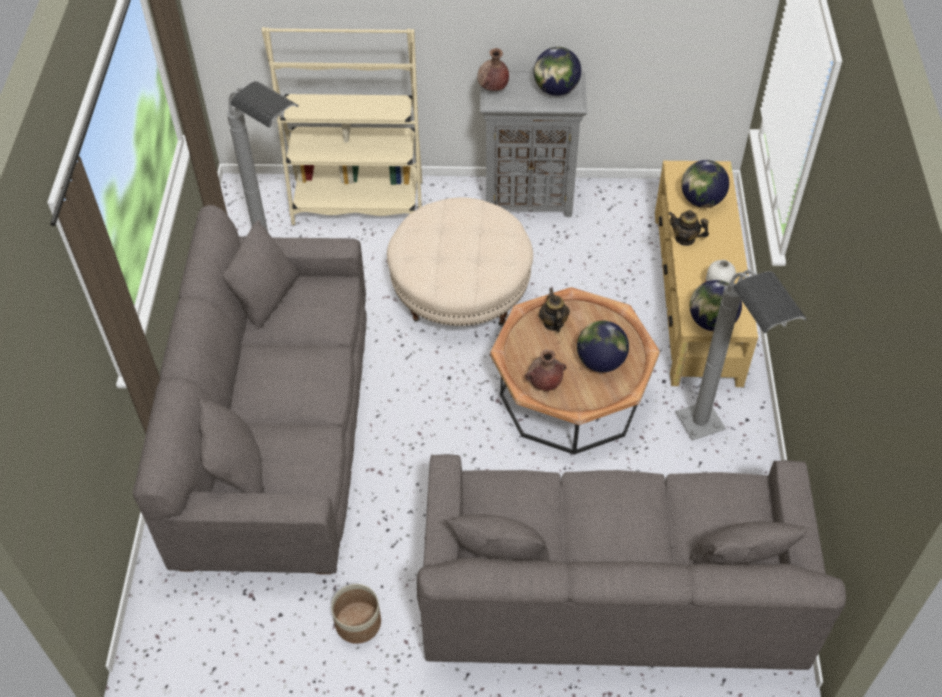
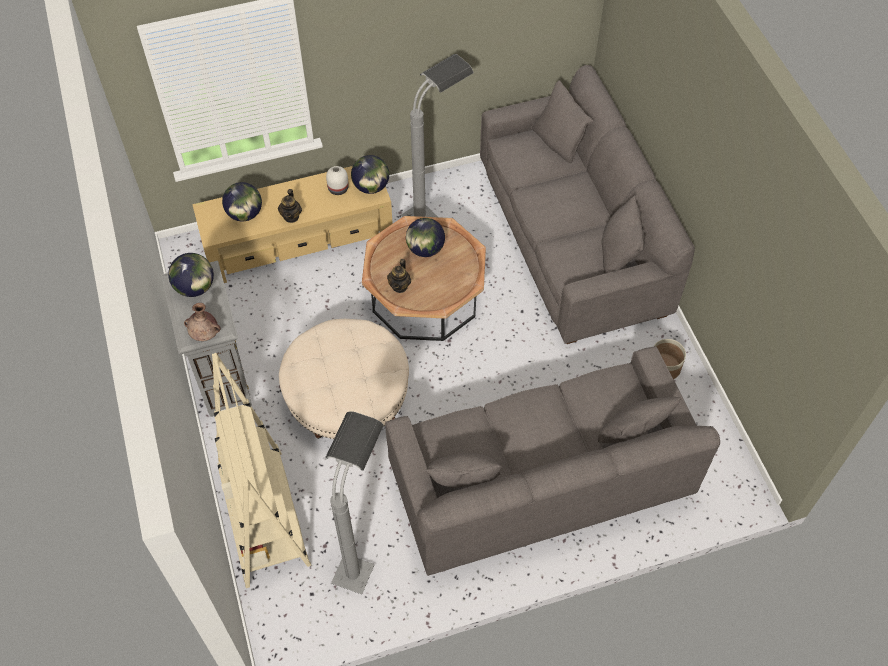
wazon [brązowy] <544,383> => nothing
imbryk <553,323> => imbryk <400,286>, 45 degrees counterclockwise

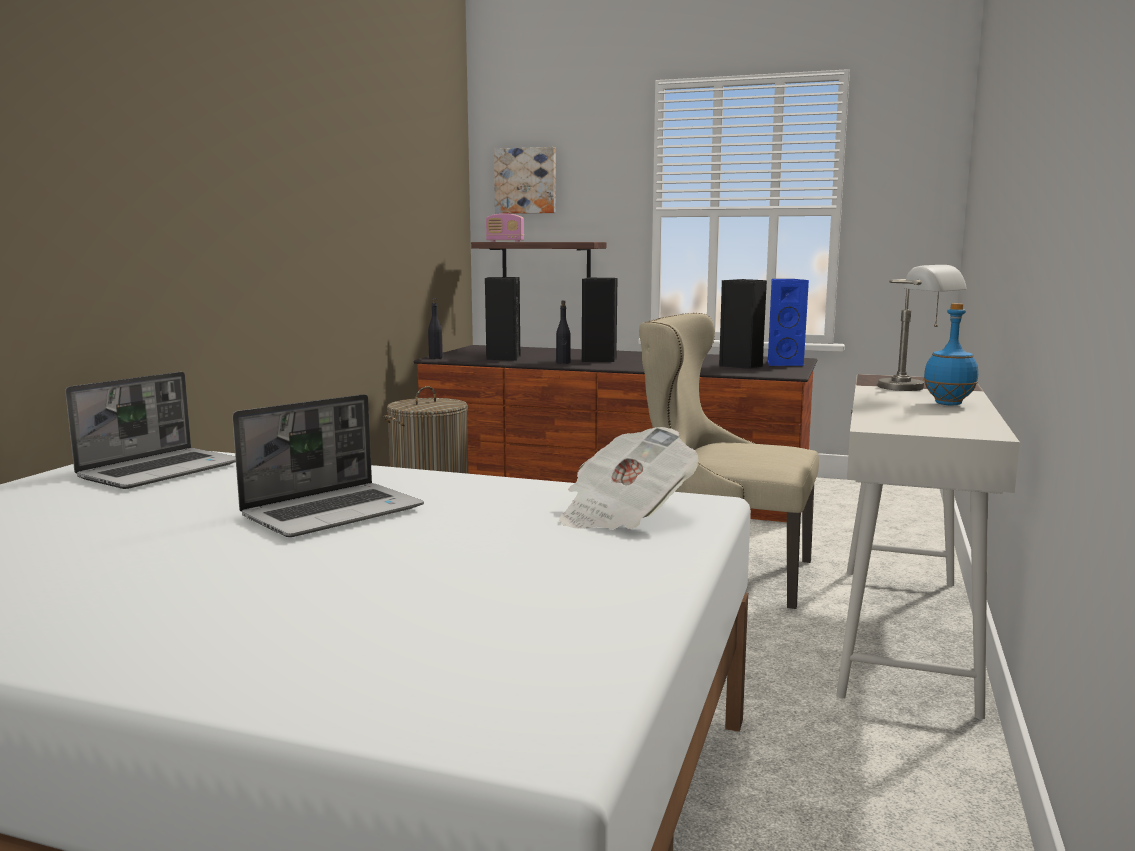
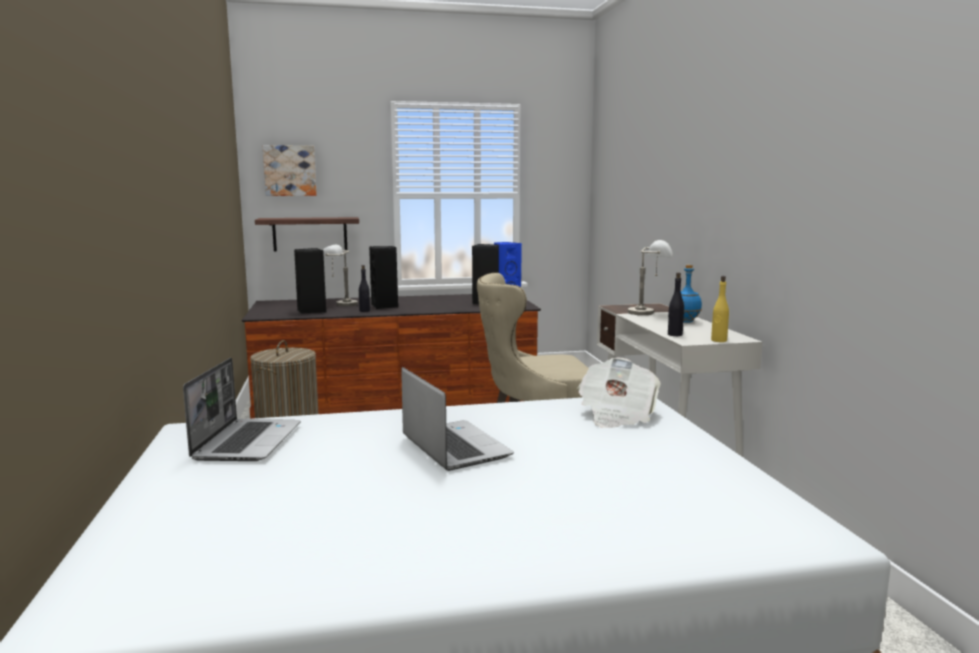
radio <505,241> => nothing
nothing => lampa stołowa [szary] <339,304>
nothing => butelka [żółty] <718,340>
butelka [czarny] <435,358> => butelka [czarny] <674,334>, move
laptop <334,512> => laptop <453,447>, 45 degrees counterclockwise

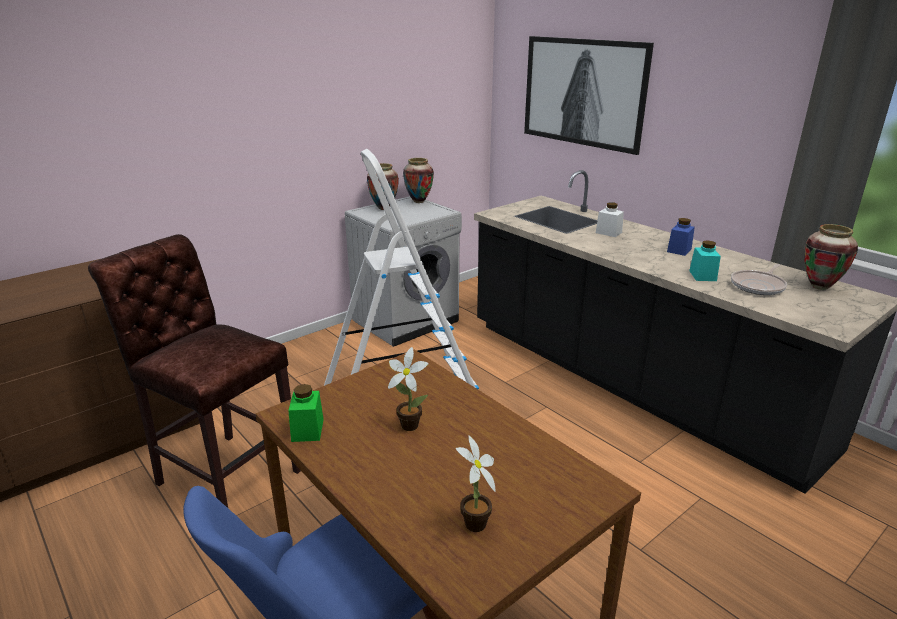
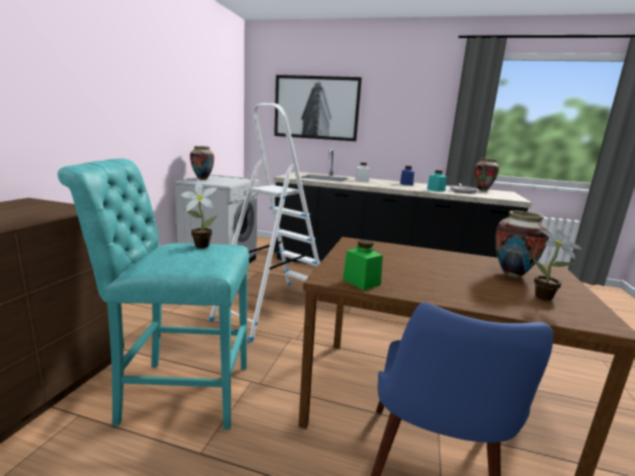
roślina doniczkowa <408,424> => roślina doniczkowa <200,245>, move
wazon <418,201> => wazon <512,275>, move
stołek [brązowy] <224,474> => stołek [turkusowy] <179,392>

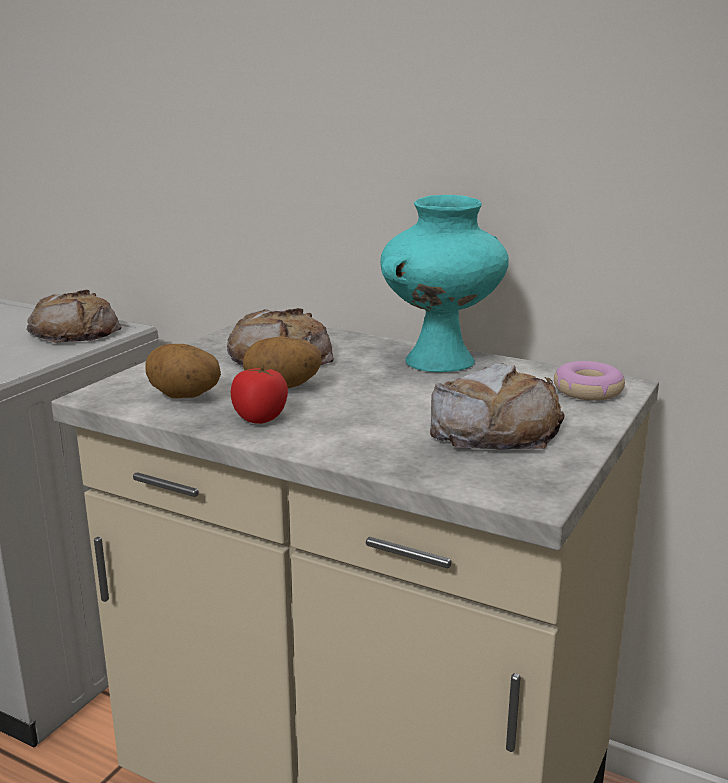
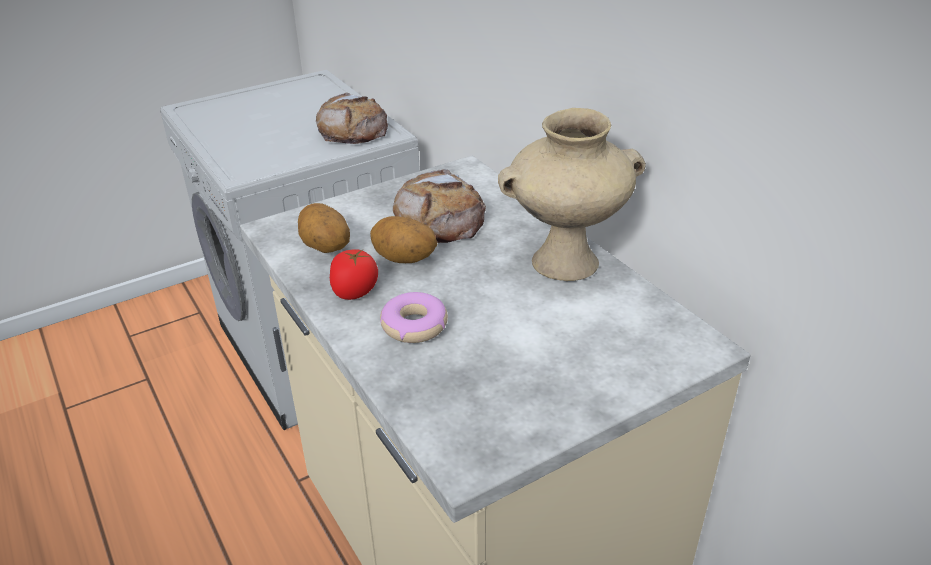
chleb <495,428> => nothing
donut <587,391> => donut <414,325>, move
wazon [turkusowy] <440,362> => wazon [beżowy] <564,264>

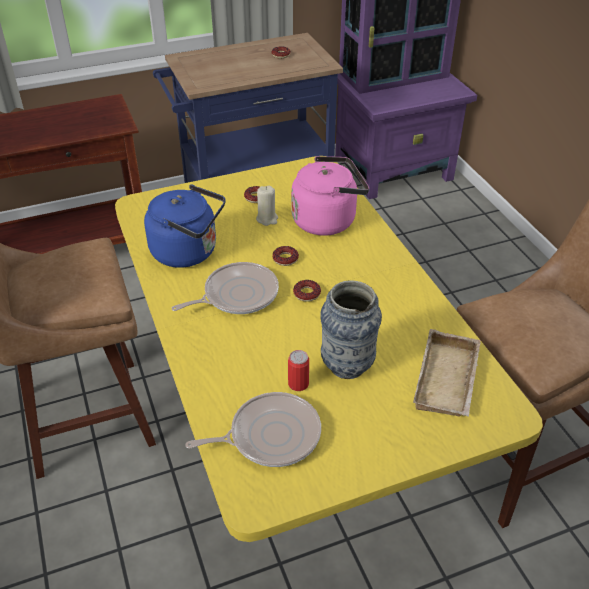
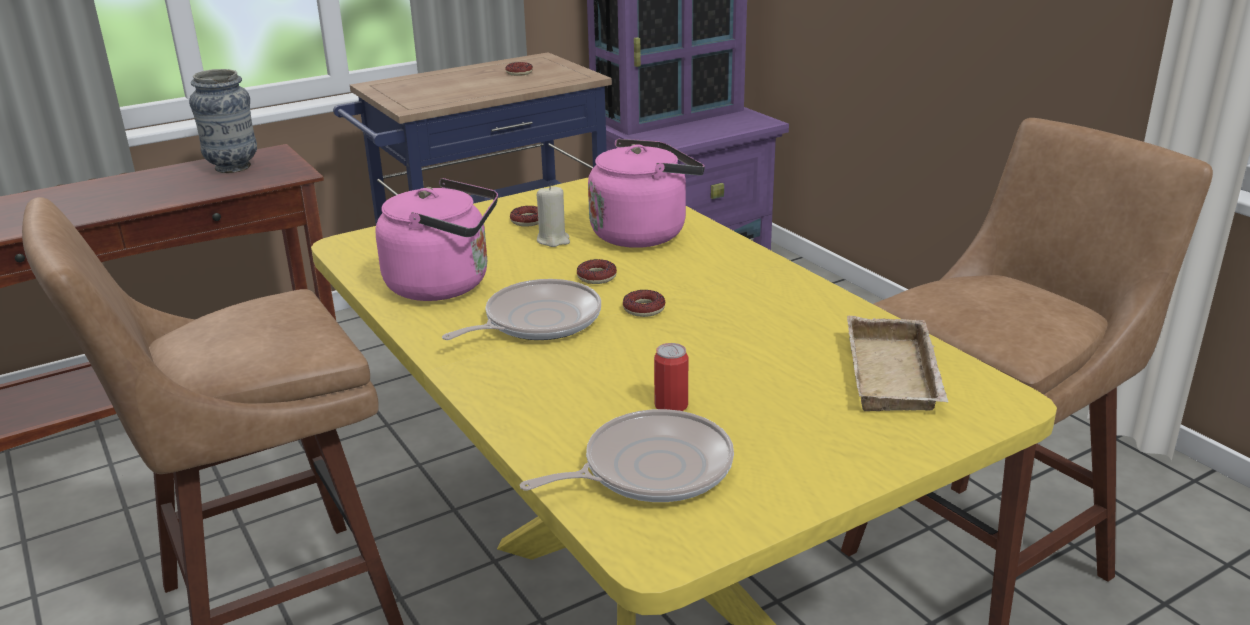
wazon <347,366> => wazon <233,167>, move
czajnik [niebieski] <189,252> => czajnik [różowy] <445,285>

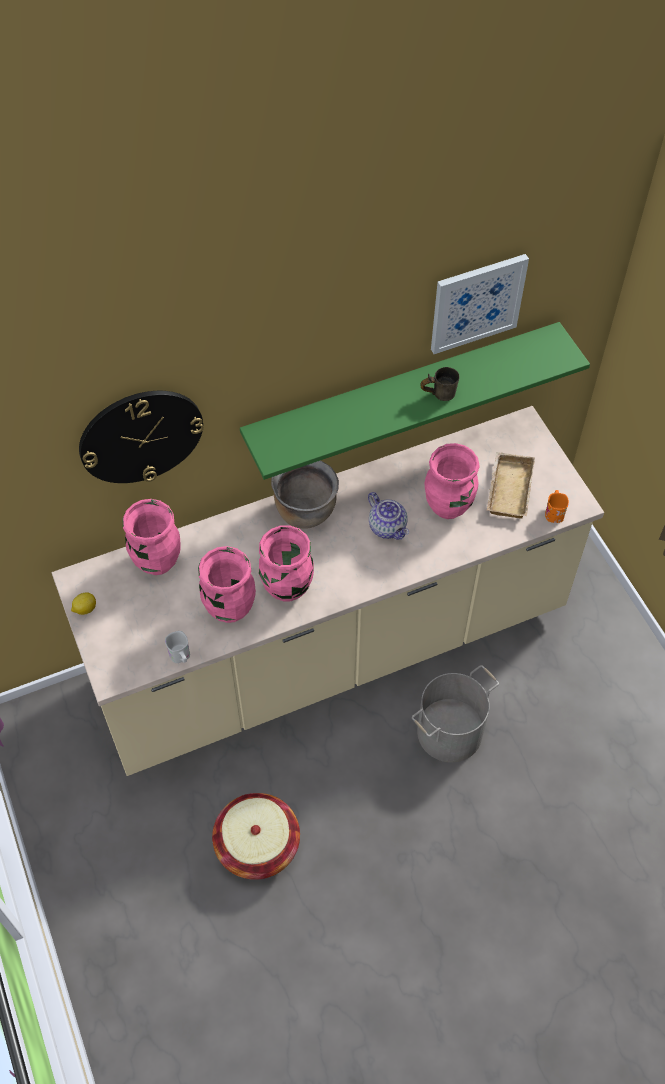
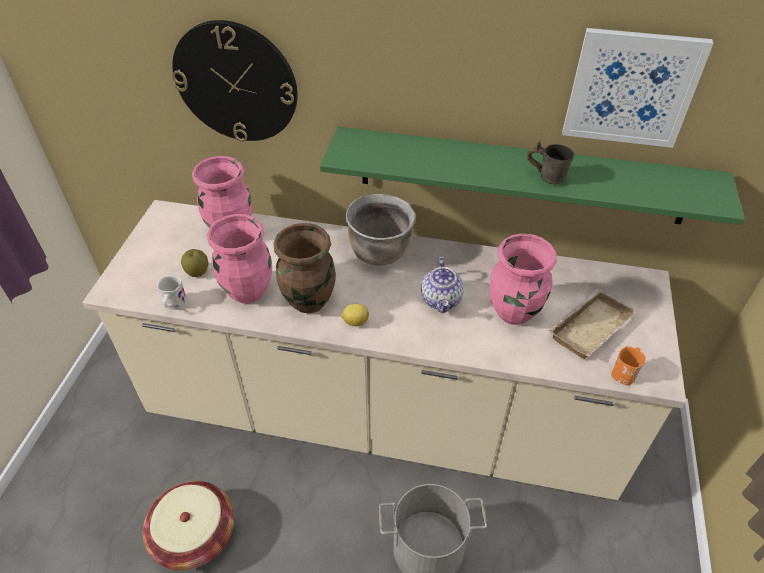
nothing => jabłko <197,272>
cytryna <85,609> => cytryna <355,321>, move
wazon [różowy] <287,589> => wazon [brązowy] <309,301>

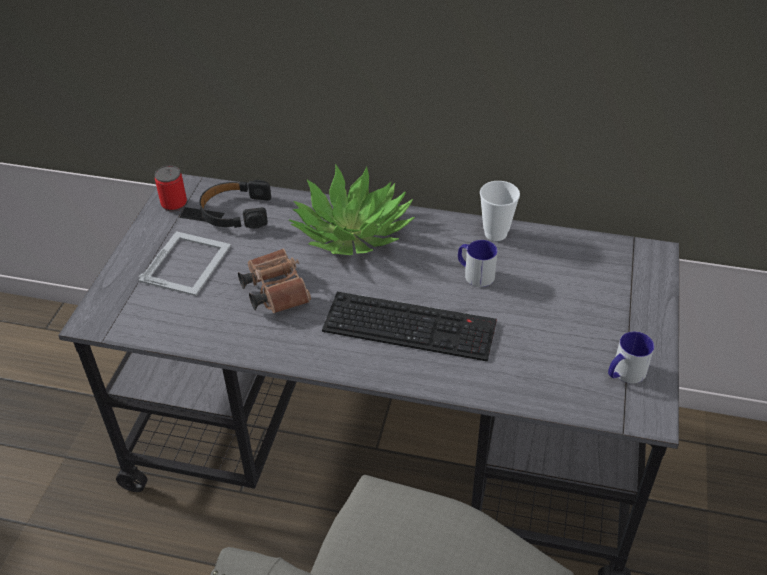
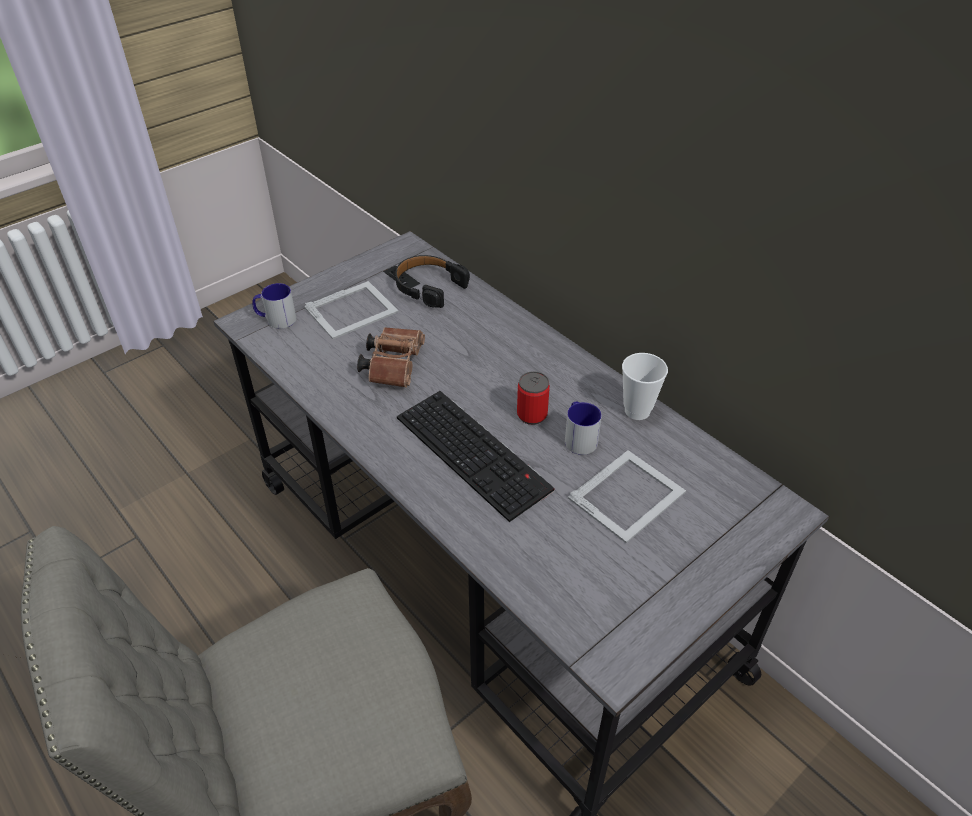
roślina doniczkowa <353,232> => nothing
nothing => ramka na zdjęcie <628,495>
puszka <174,204> => puszka <532,415>, move
kubek <624,373> => kubek <276,319>, move

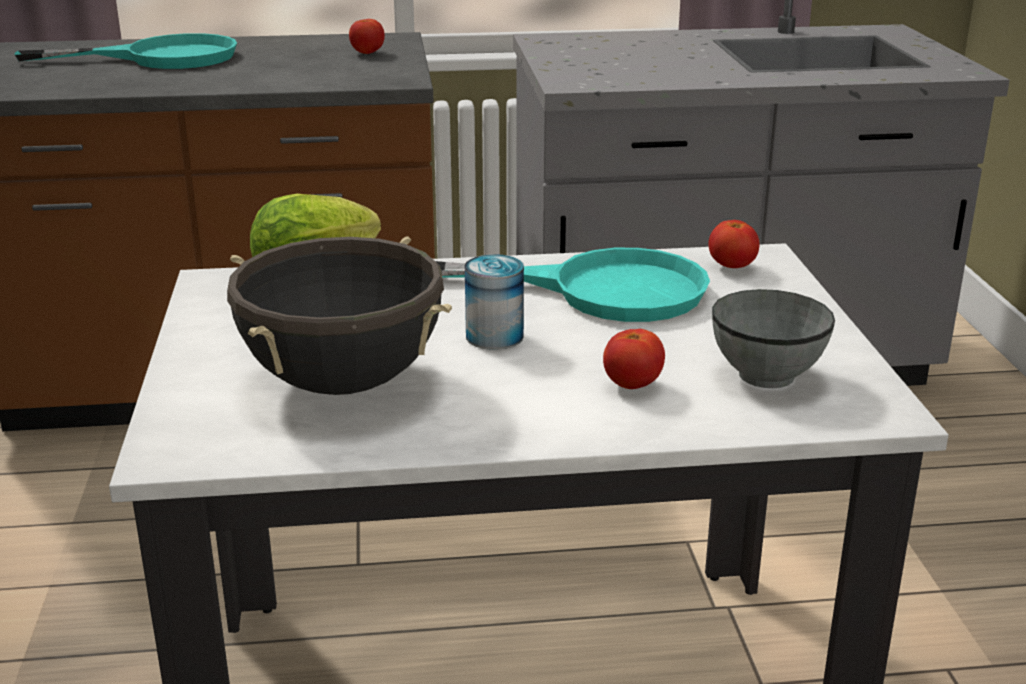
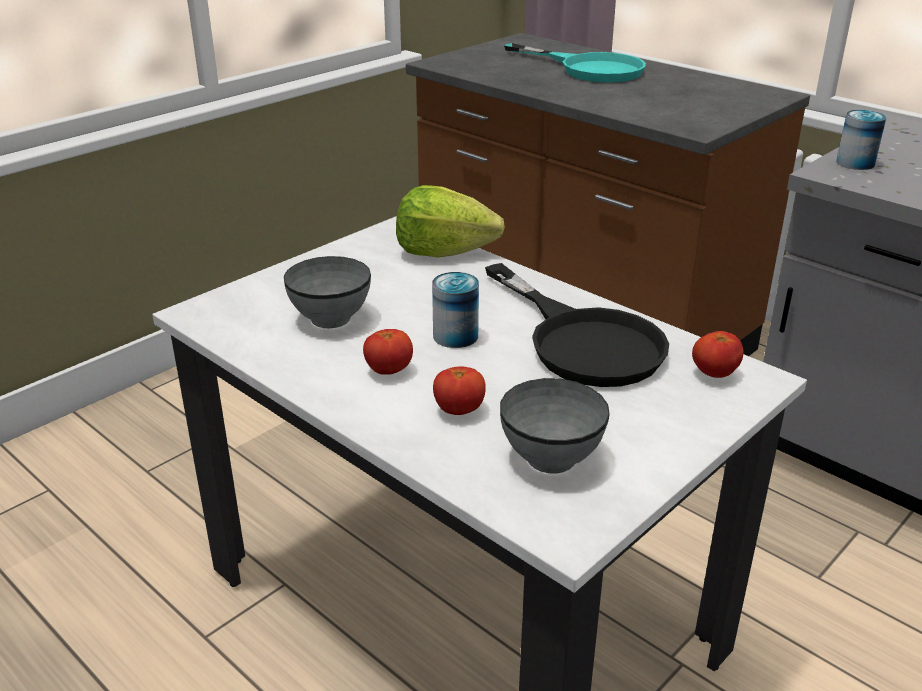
nothing => puszka <855,163>
pomidor <367,53> => pomidor <389,371>, move
garnek [czarny] <343,382> => miska [szary] <331,319>
patelnia [turkusowy] <599,290> => patelnia [czarny] <582,340>

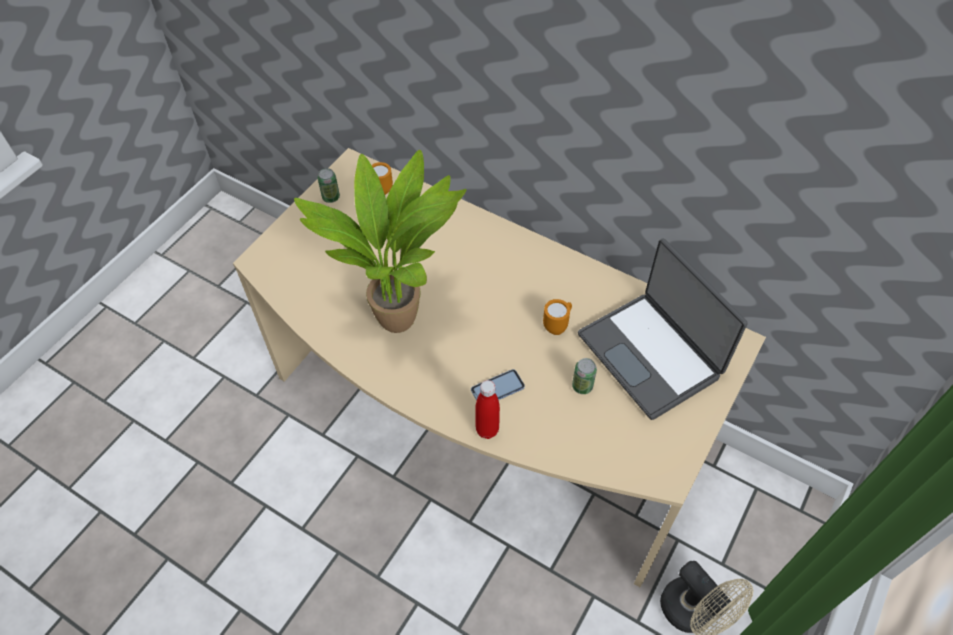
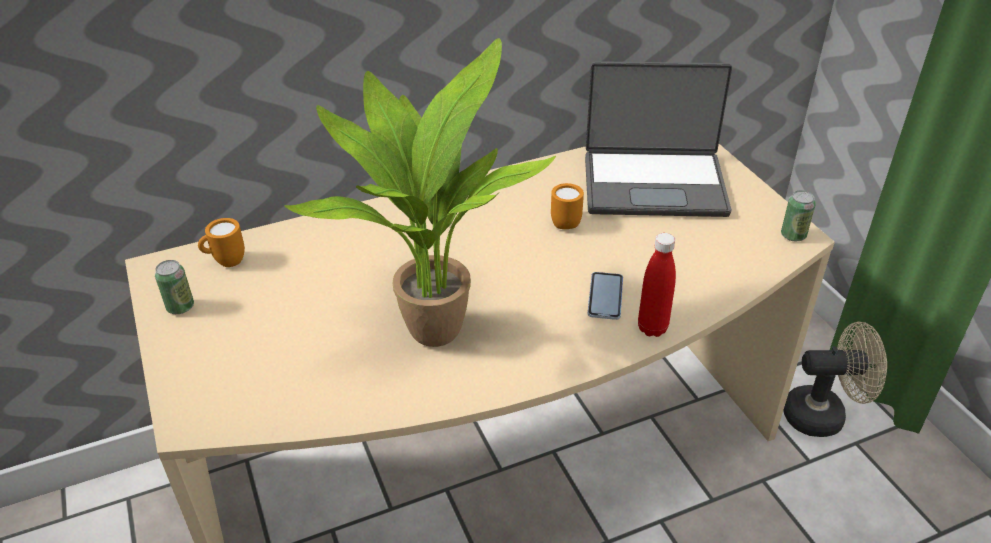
puszka <582,386> => puszka <793,235>, move

